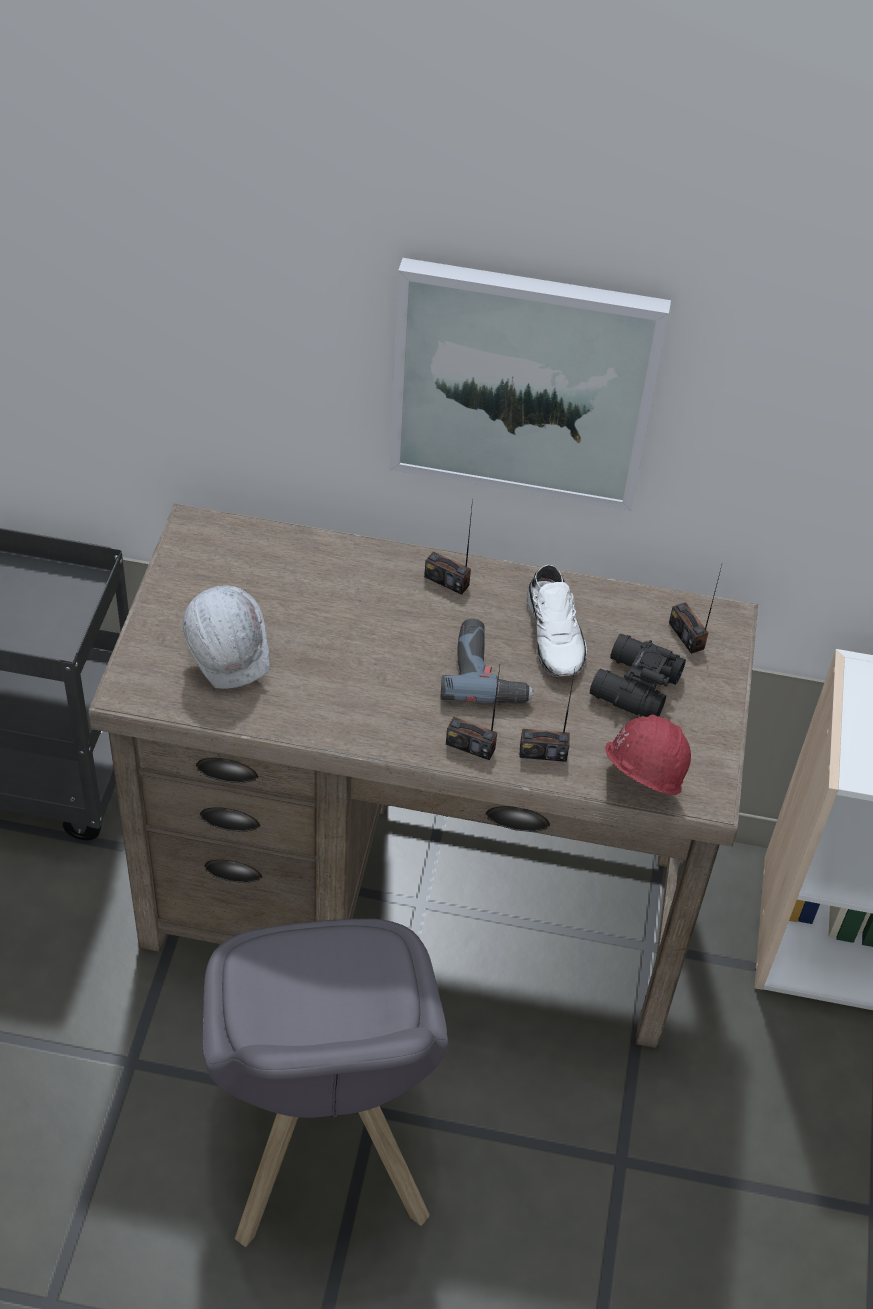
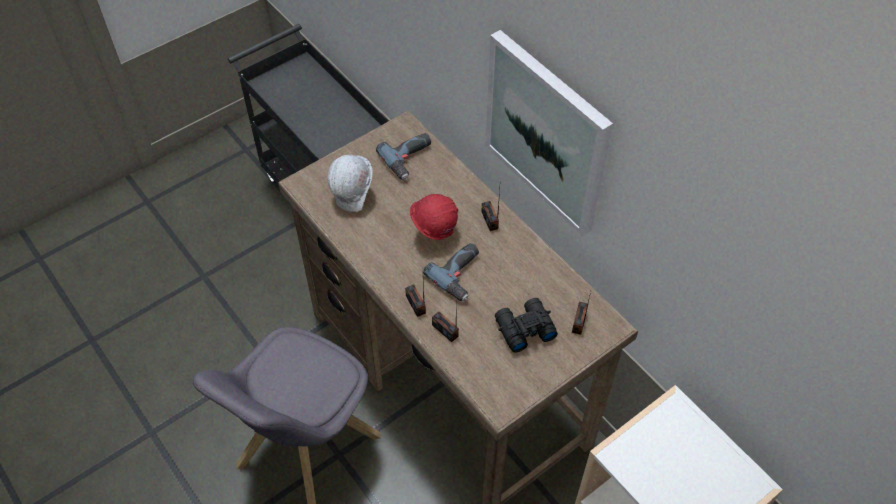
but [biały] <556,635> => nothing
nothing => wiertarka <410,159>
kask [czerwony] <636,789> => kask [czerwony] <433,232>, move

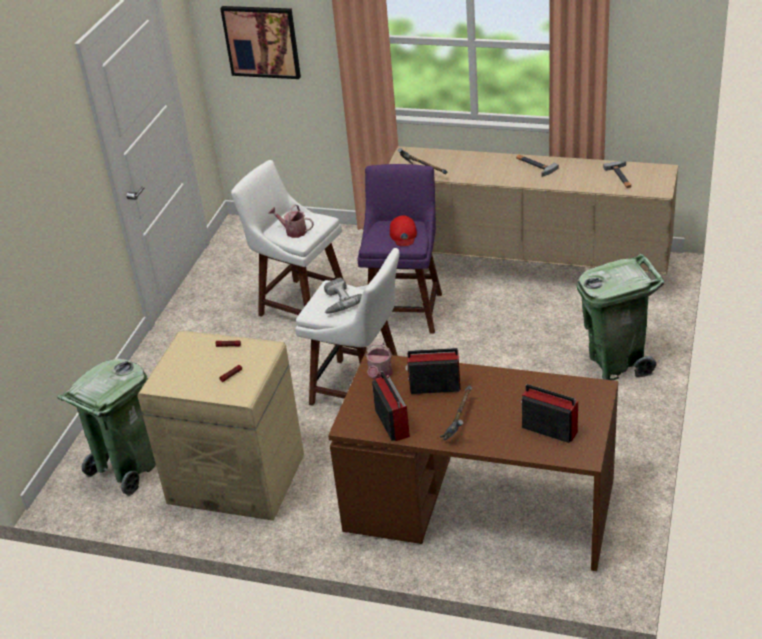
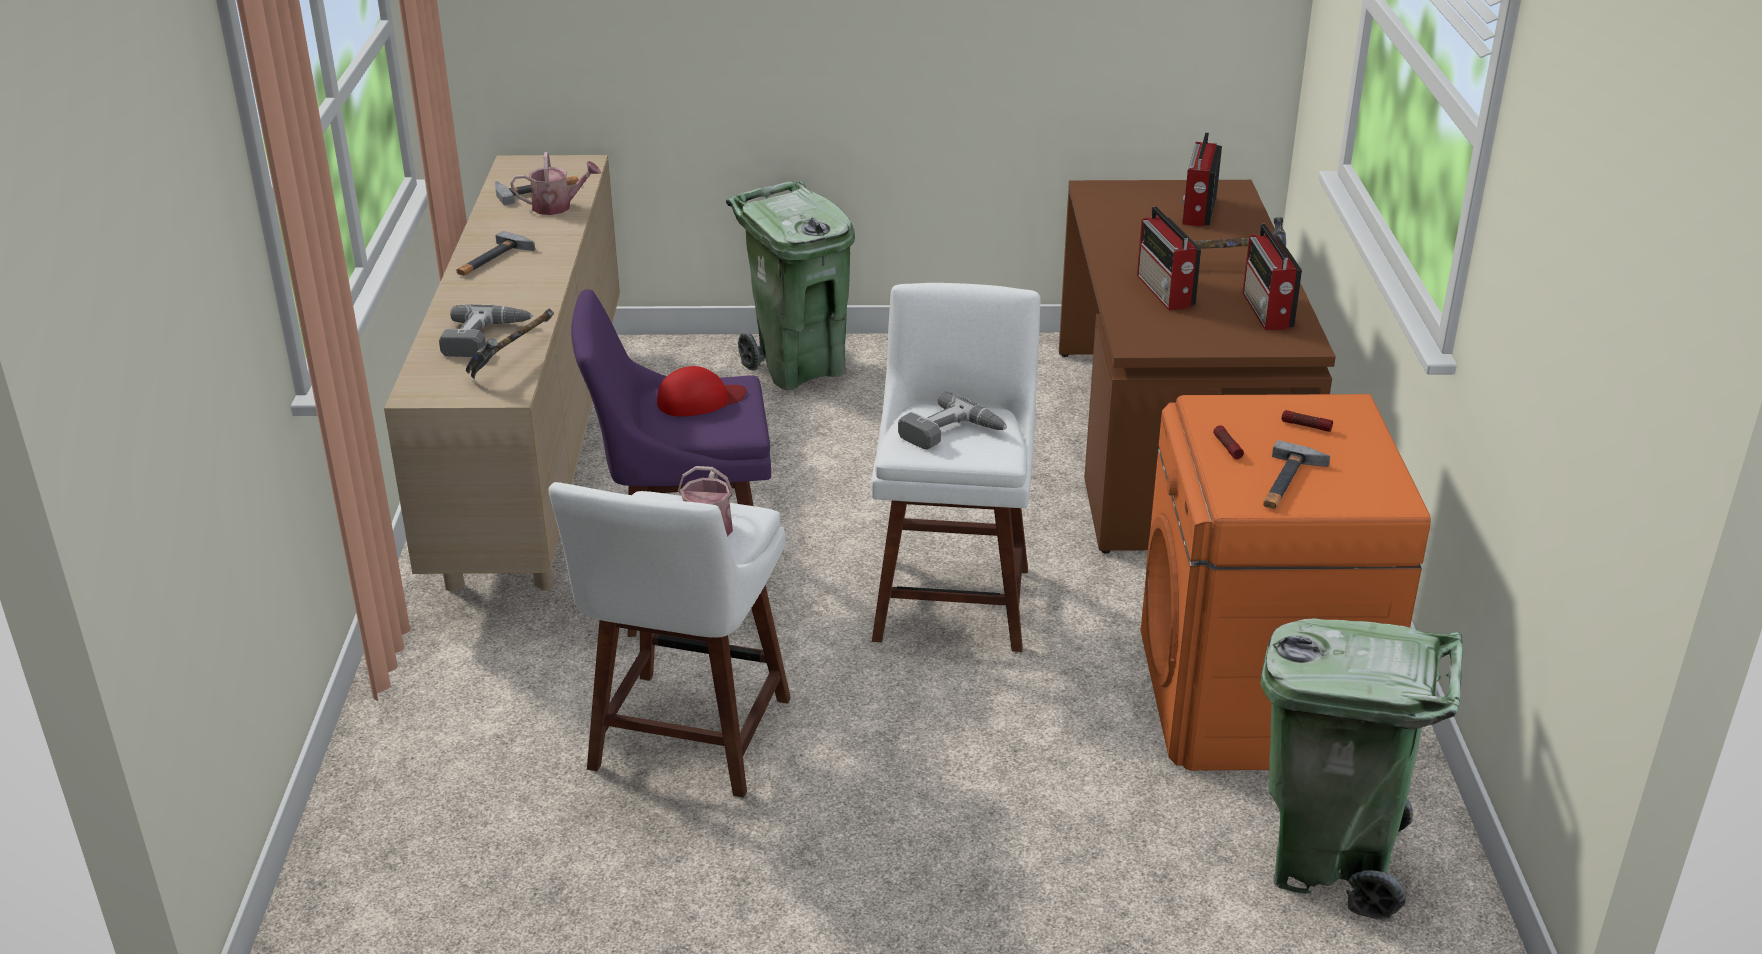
obraz <261,41> => nothing
nothing => wiertarka <486,338>
nothing => młotek <1288,483>
konewka <379,375> => konewka <558,206>, move
pralka [beżowy] <237,474> => pralka [pomarańczowy] <1252,697>
radio <392,422> => radio <1267,311>, 60 degrees counterclockwise

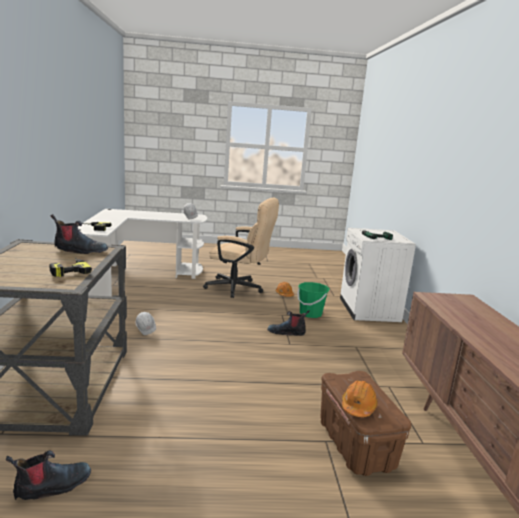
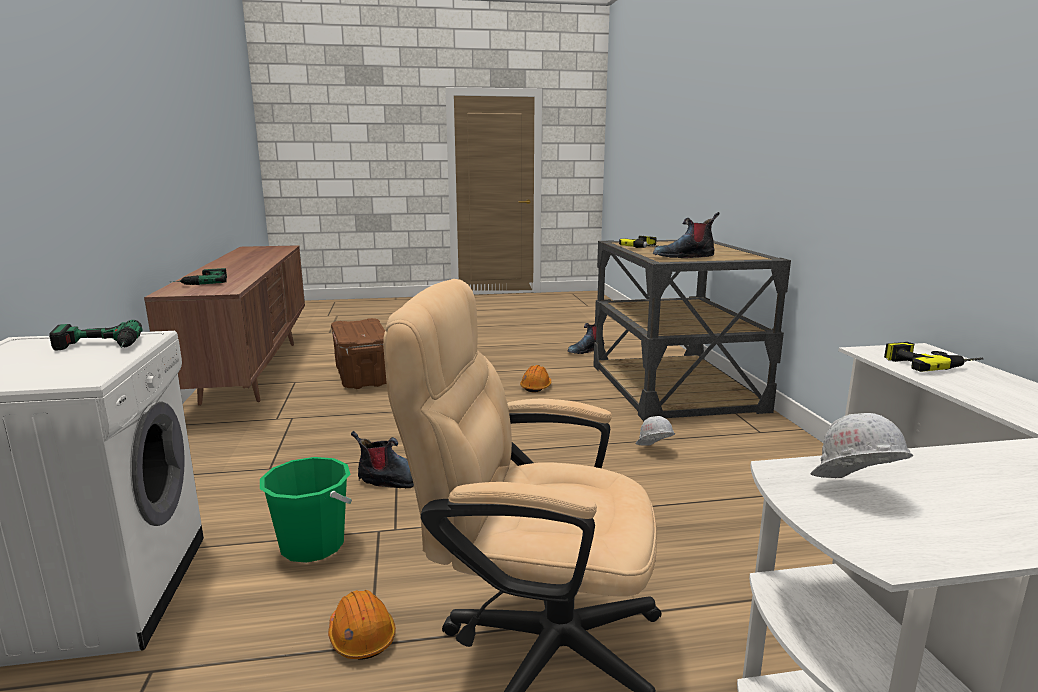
nothing => wiertarka <200,282>
kask [pomarańczowy] <358,406> => kask [pomarańczowy] <536,387>, move

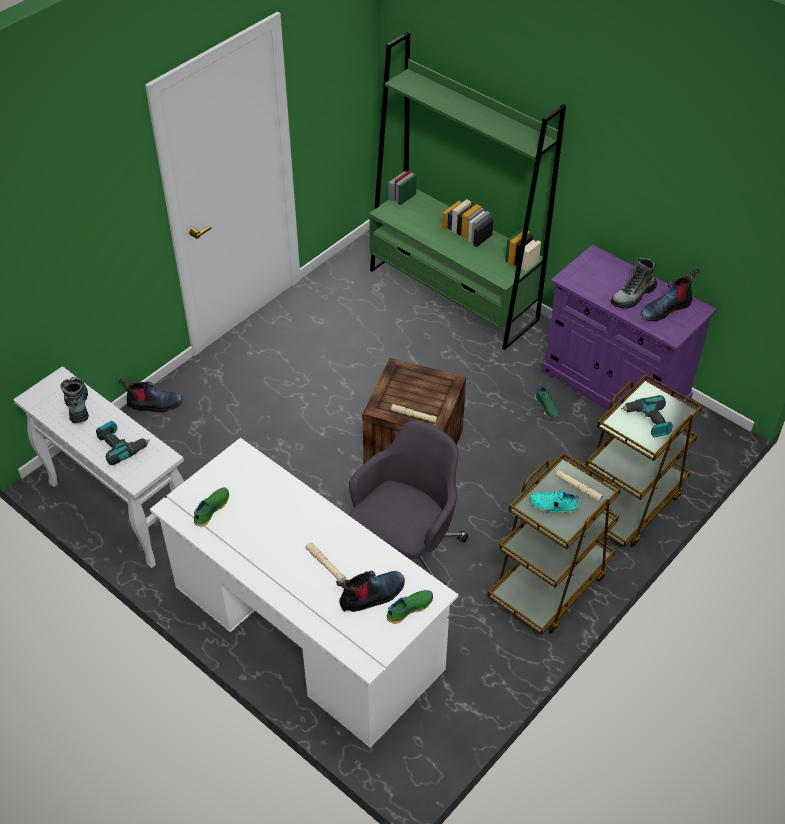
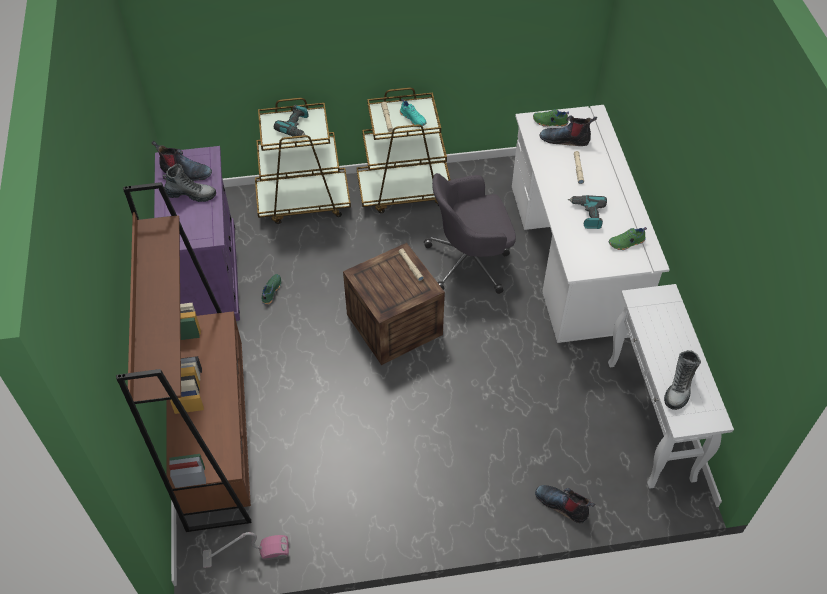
nothing => odkurzacz <246,554>
wiertarka <121,446> => wiertarka <587,214>, move
regał [zielony] <453,295> => regał [brązowy] <216,438>

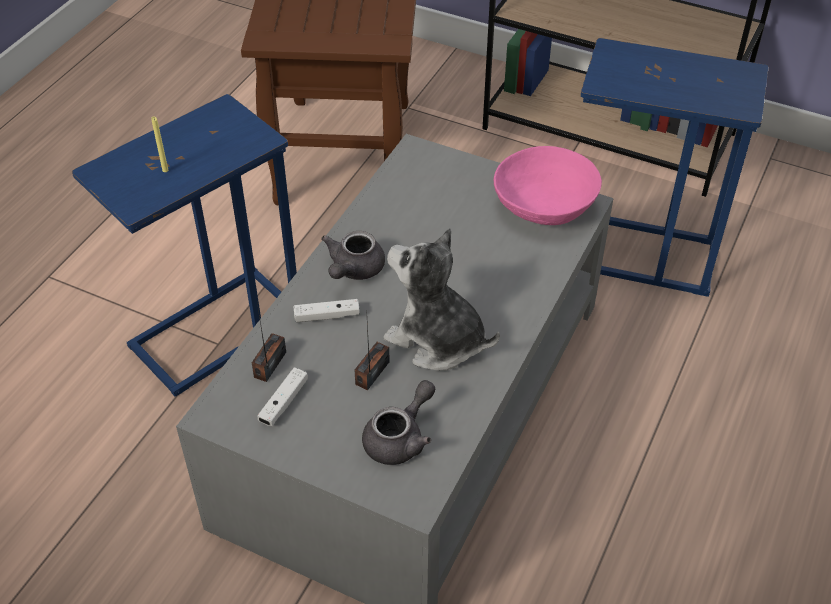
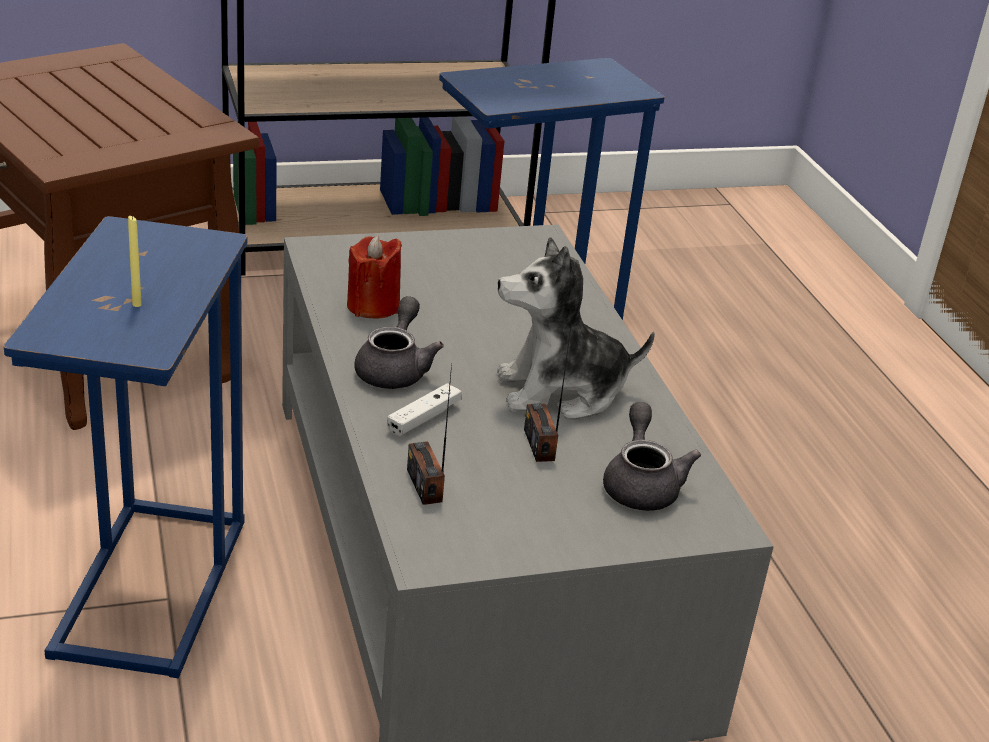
pad do gier [biały] <284,402> => nothing
miska [różowy] <545,206> => nothing
nothing => świeca [czerwony] <373,306>
imbryk [szary] <353,270> => imbryk [szary] <395,368>, 150 degrees counterclockwise

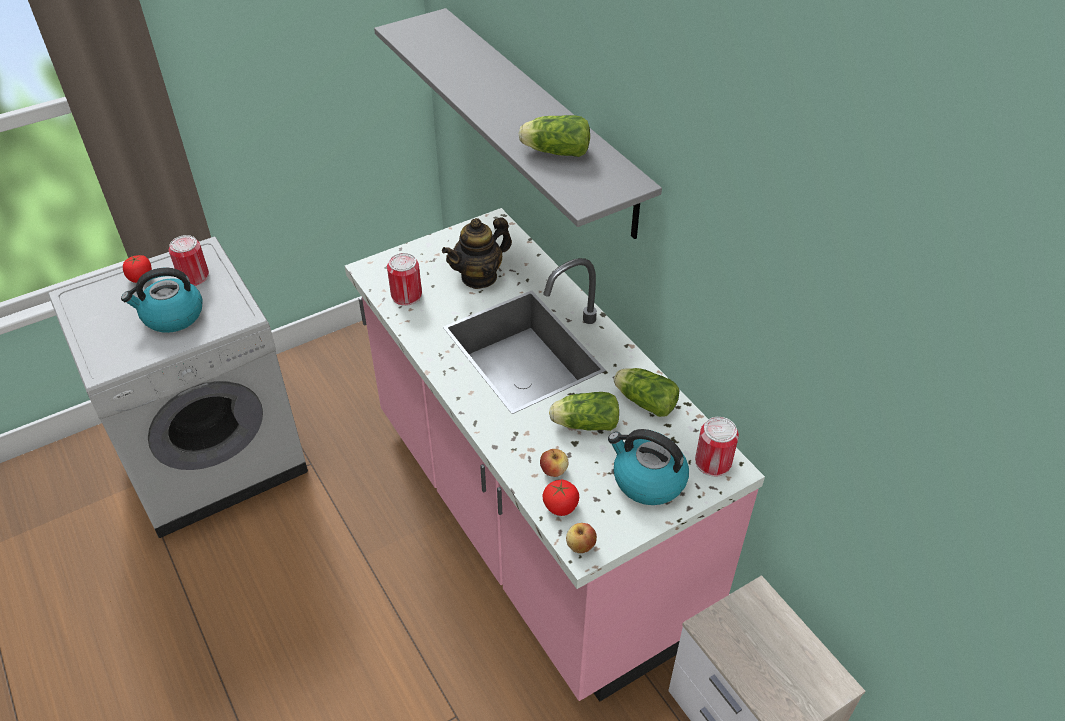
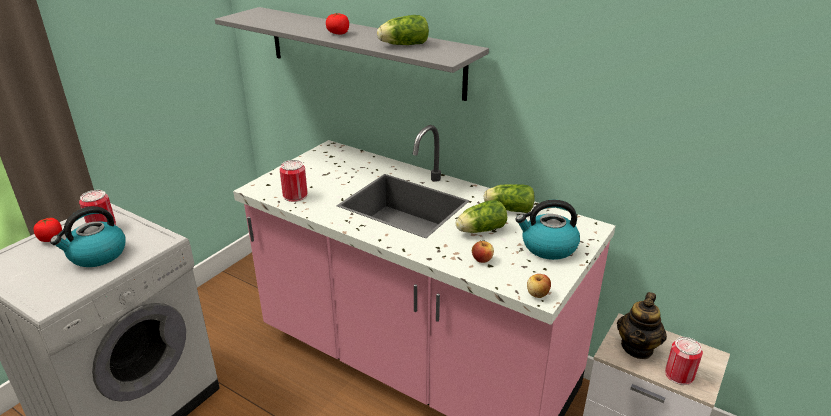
imbryk <479,277> => imbryk <637,347>, move
pomidor <560,506> => pomidor <338,33>, move
puszka <713,462> => puszka <679,375>, move

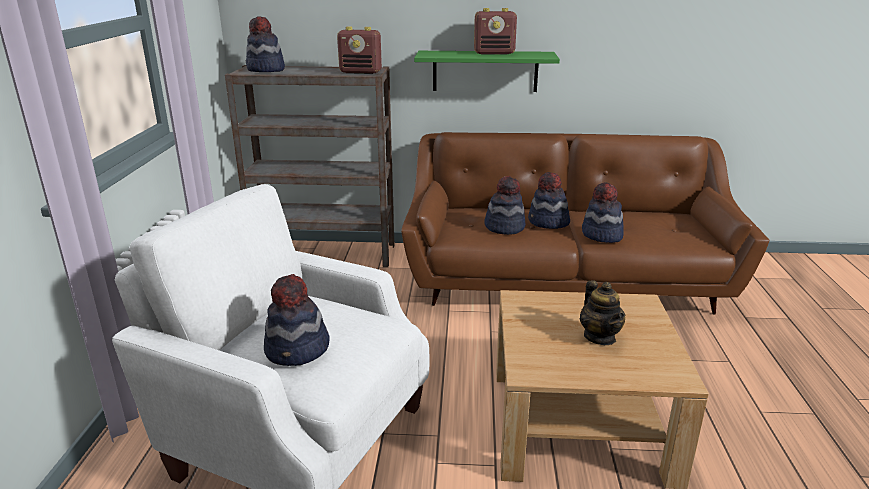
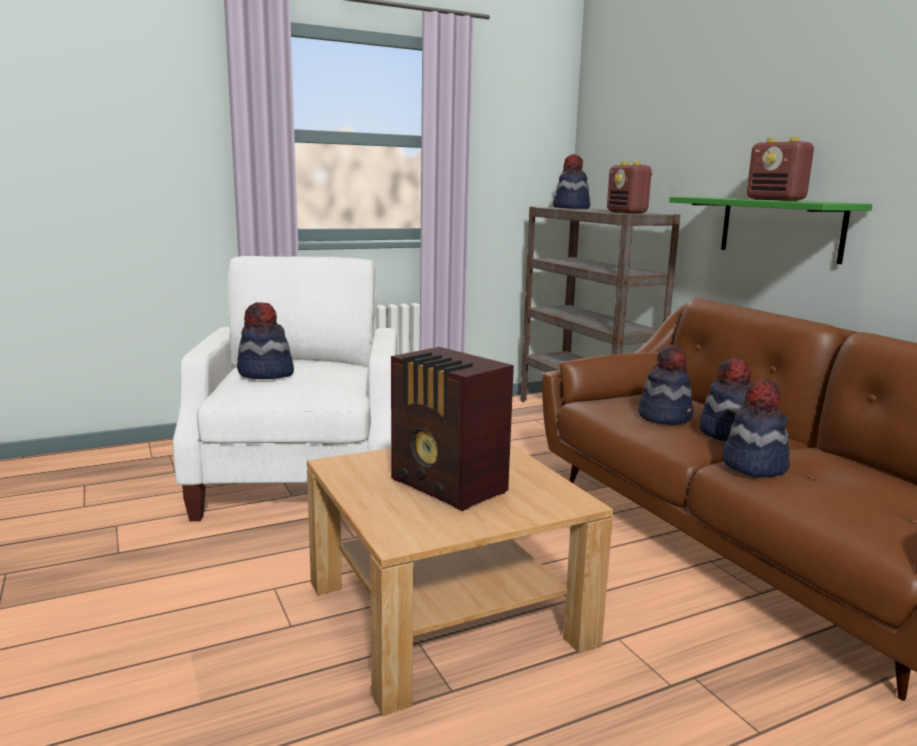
imbryk <600,337> => radio <448,487>

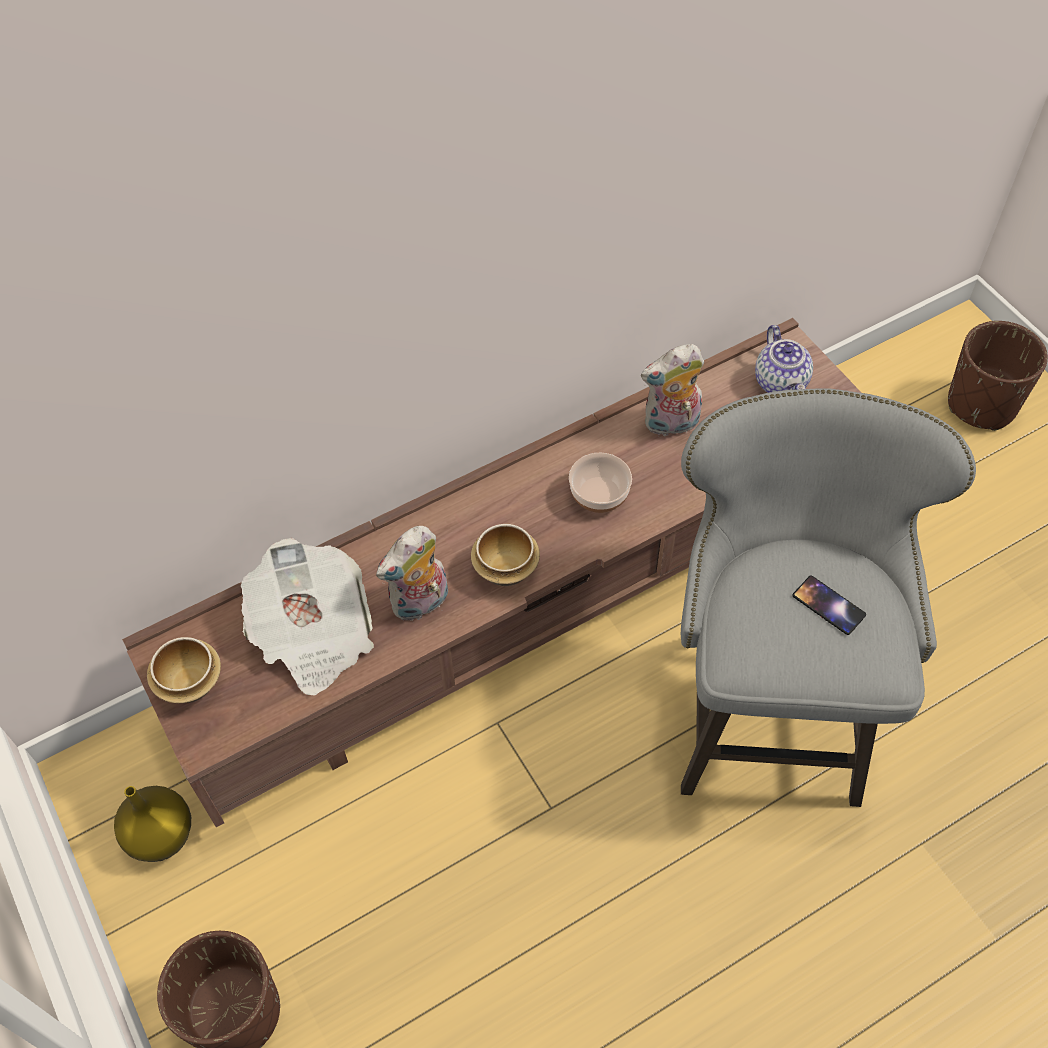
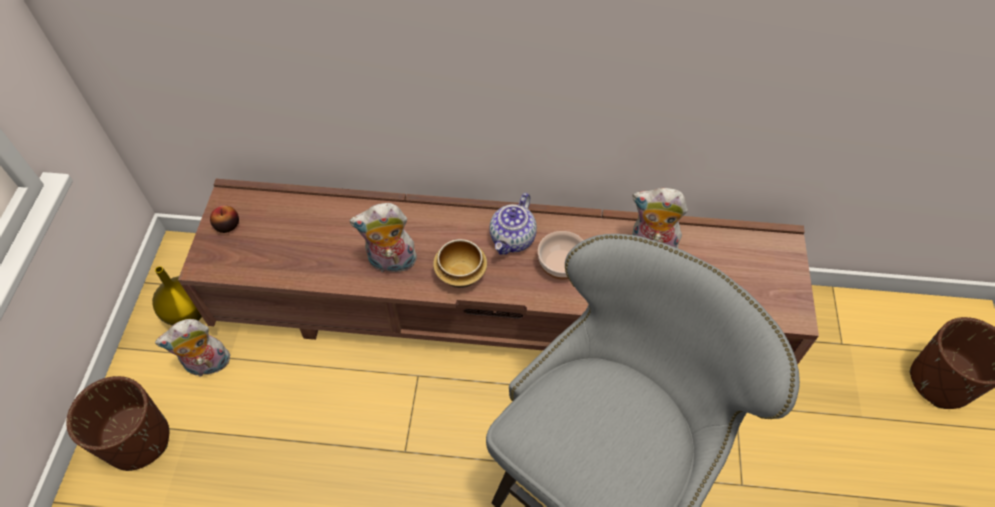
gazeta <313,634> => nothing
telefon <828,605> => nothing
nothing => pluszak <207,366>
imbryk <781,383> => imbryk <513,239>, move
miska <188,682> => jabłko <227,225>

